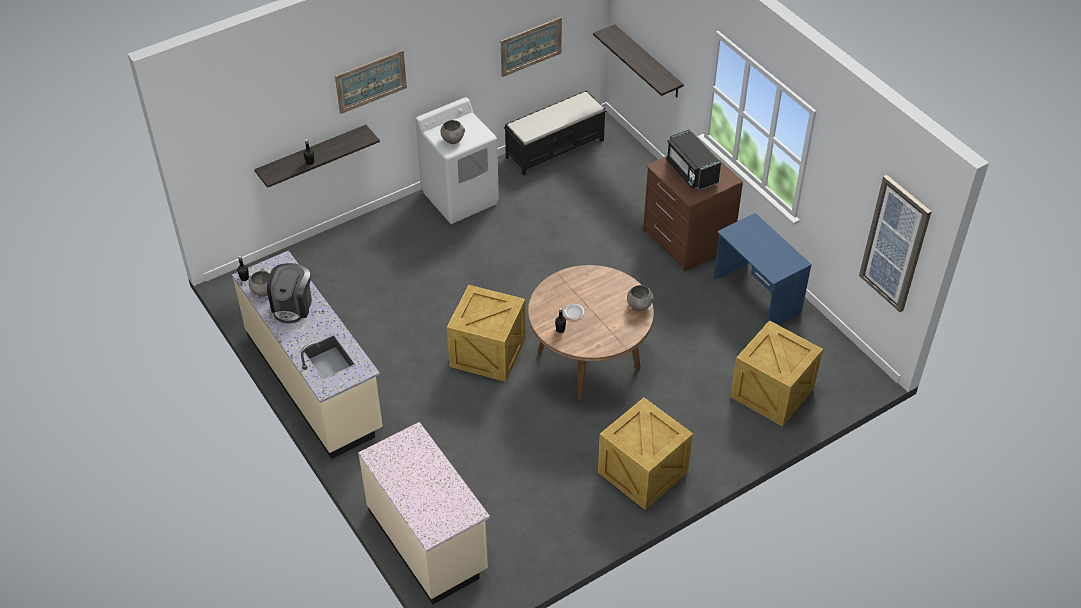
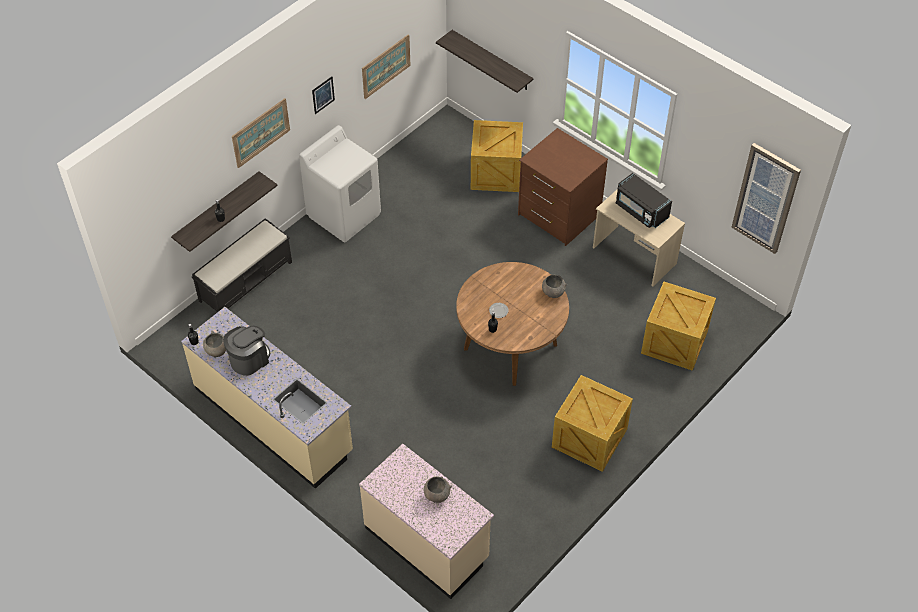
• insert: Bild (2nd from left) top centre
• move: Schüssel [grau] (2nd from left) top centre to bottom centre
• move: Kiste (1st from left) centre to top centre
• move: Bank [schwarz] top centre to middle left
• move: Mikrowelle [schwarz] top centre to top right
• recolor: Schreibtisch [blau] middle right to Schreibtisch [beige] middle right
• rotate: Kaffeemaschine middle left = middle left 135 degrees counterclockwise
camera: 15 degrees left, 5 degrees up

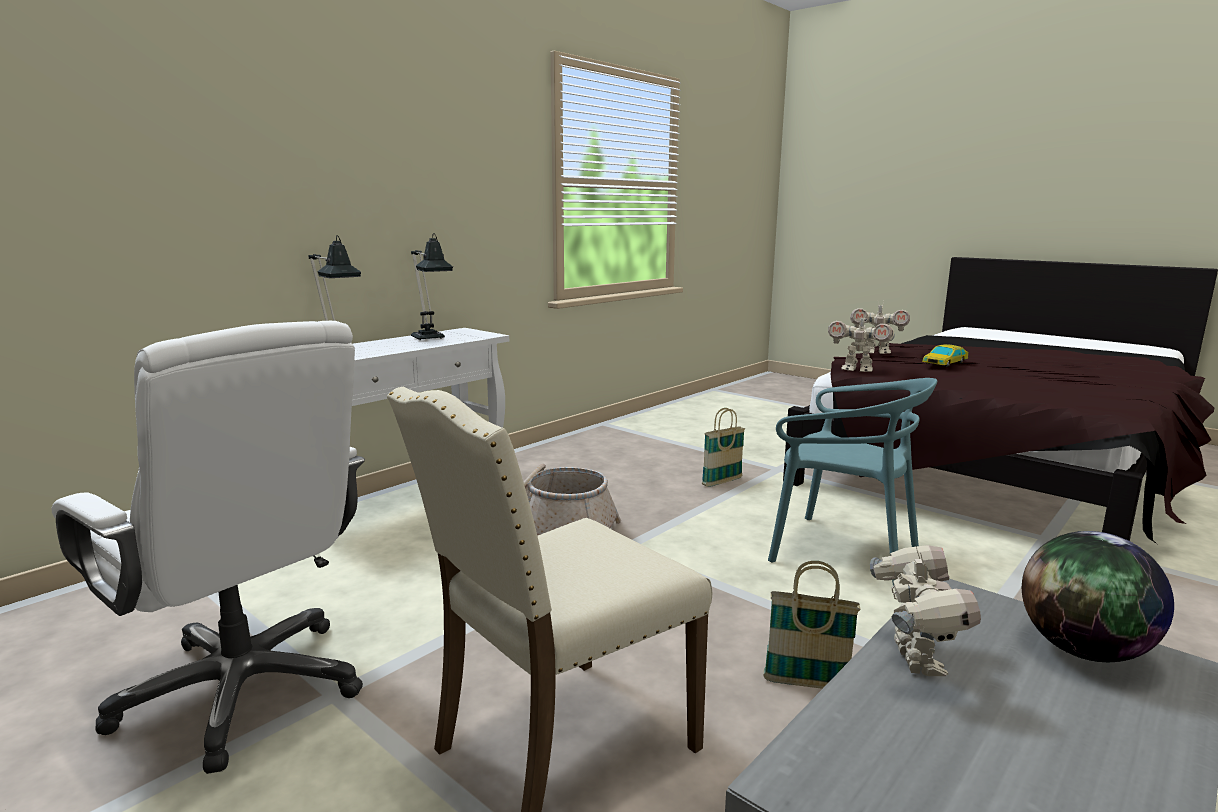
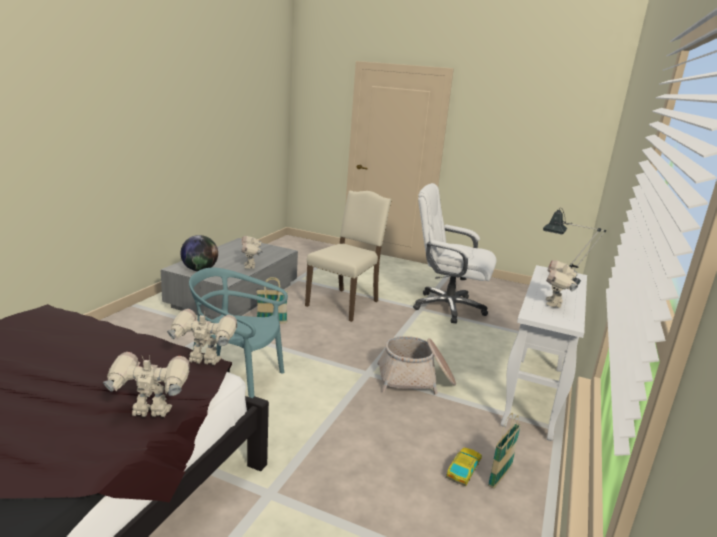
• move: Korb (2nd from left in the first image) centre to Korb (3rd from left) bottom right
• move: Spielzeugauto middle right to bottom centre
• replace: Tischlampe (2nd from left) centre to Spielzeugroboter (4th from left) middle right
camera: 160 degrees right, 5 degrees up

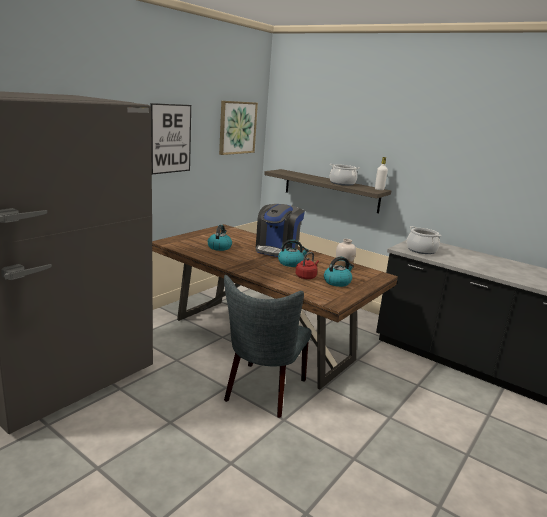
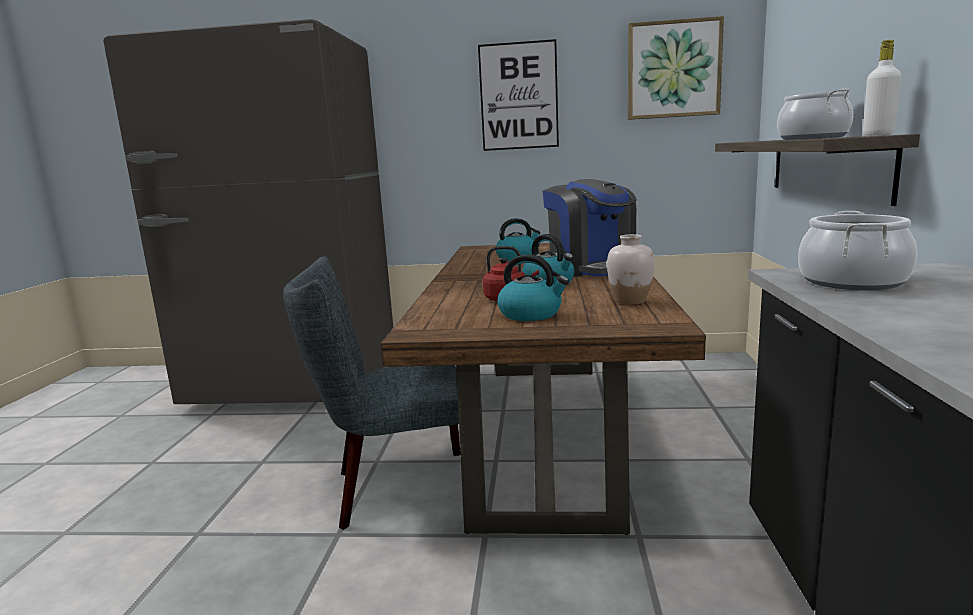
• rotate: Kaffeemaschine centre = centre 105 degrees counterclockwise
camera: 60 degrees right, 5 degrees down

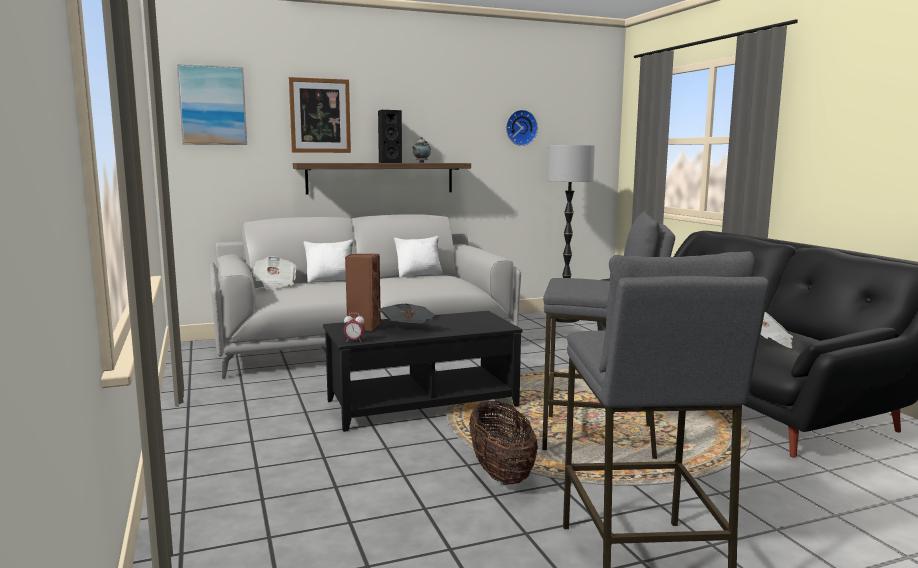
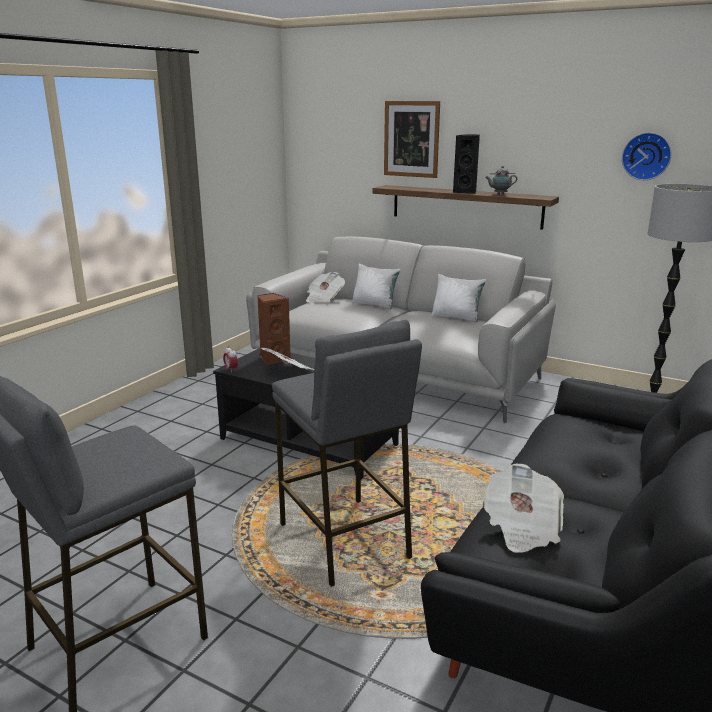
• delete: Bild (1st from left) top left
• delete: Korb bottom centre
camera: 50 degrees right, 10 degrees up

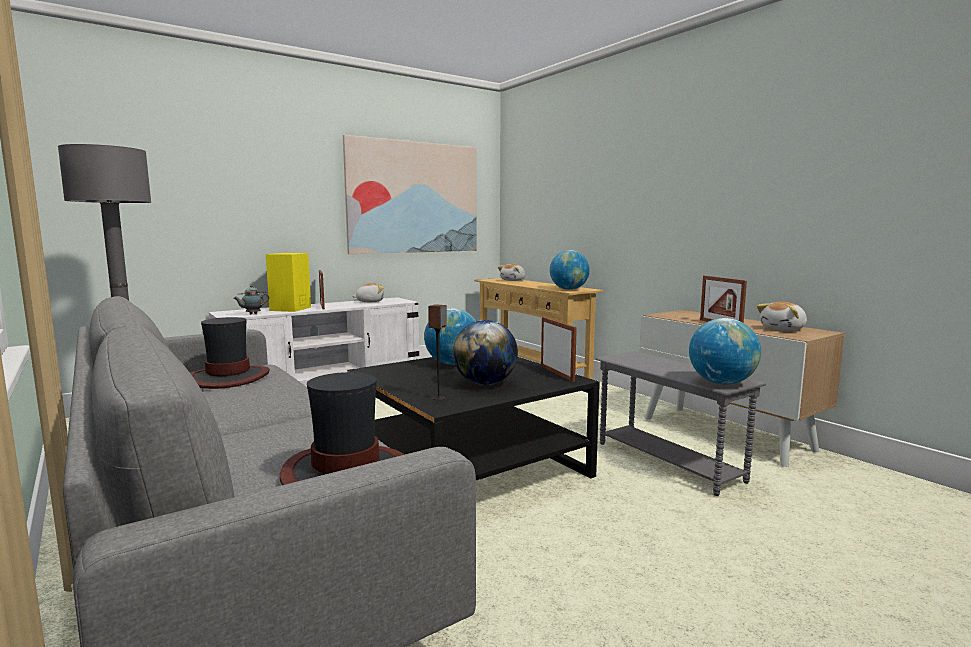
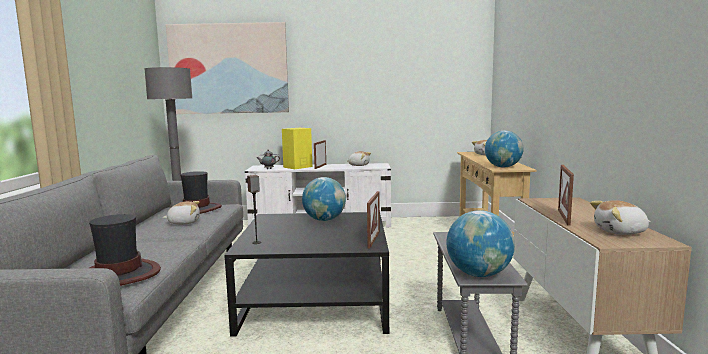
• delete: Globus (2nd from left) centre
• insert: Plüschtier (1st from left) middle left
• move: Bild top centre to top left
camera: 35 degrees right, 0 degrees up

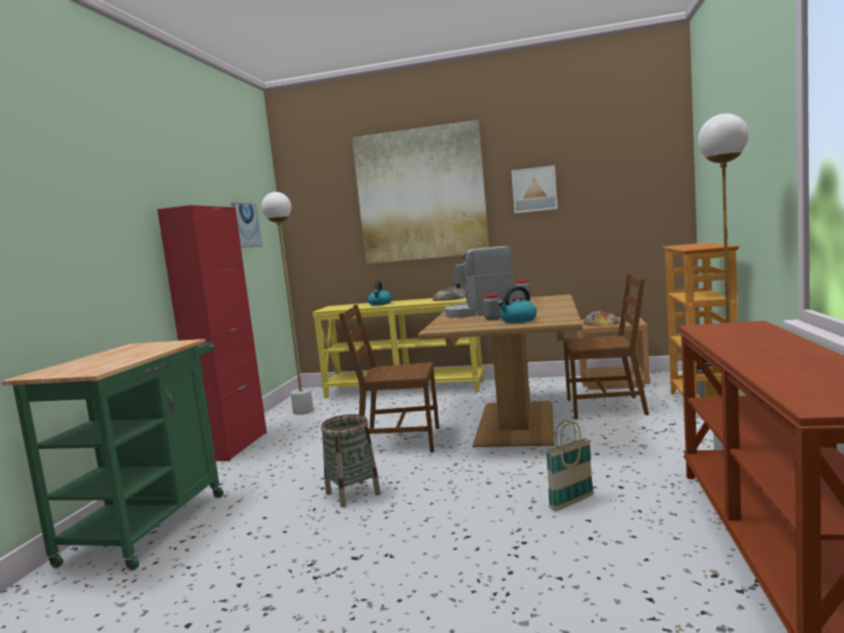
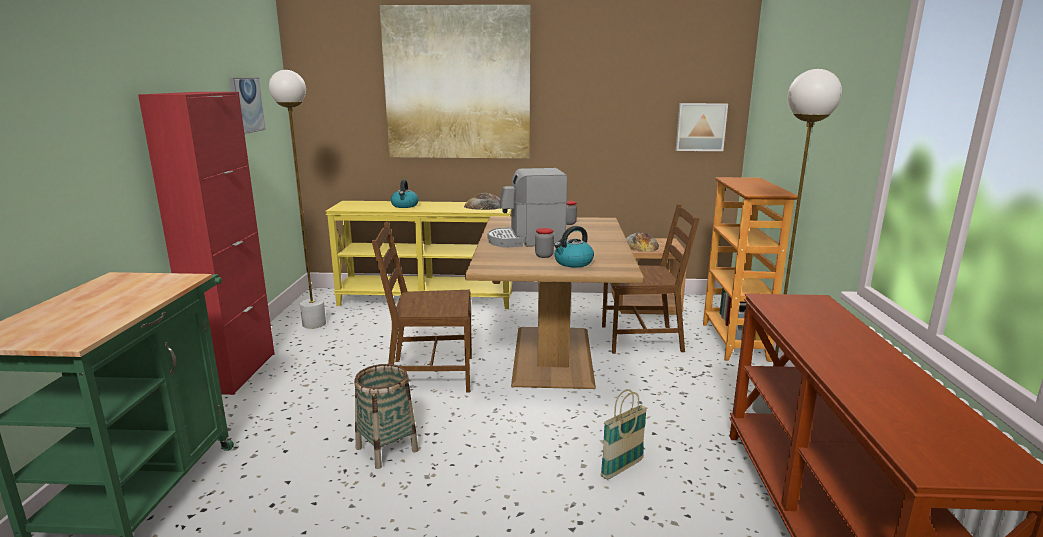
• move: Bild (3rd from left) top centre to top right
camera: 10 degrees left, 10 degrees up

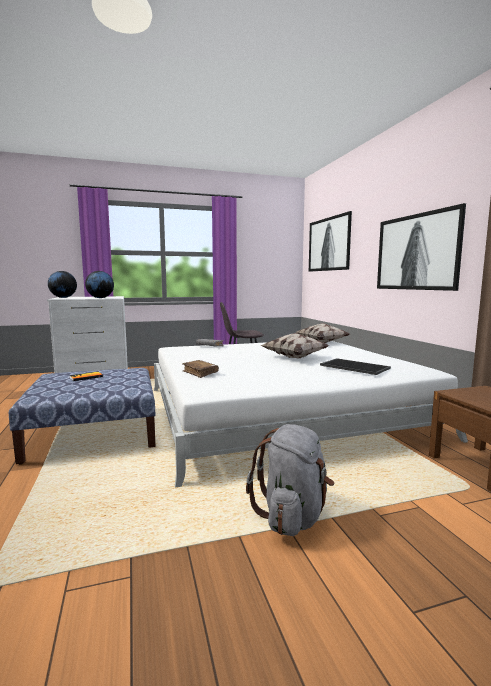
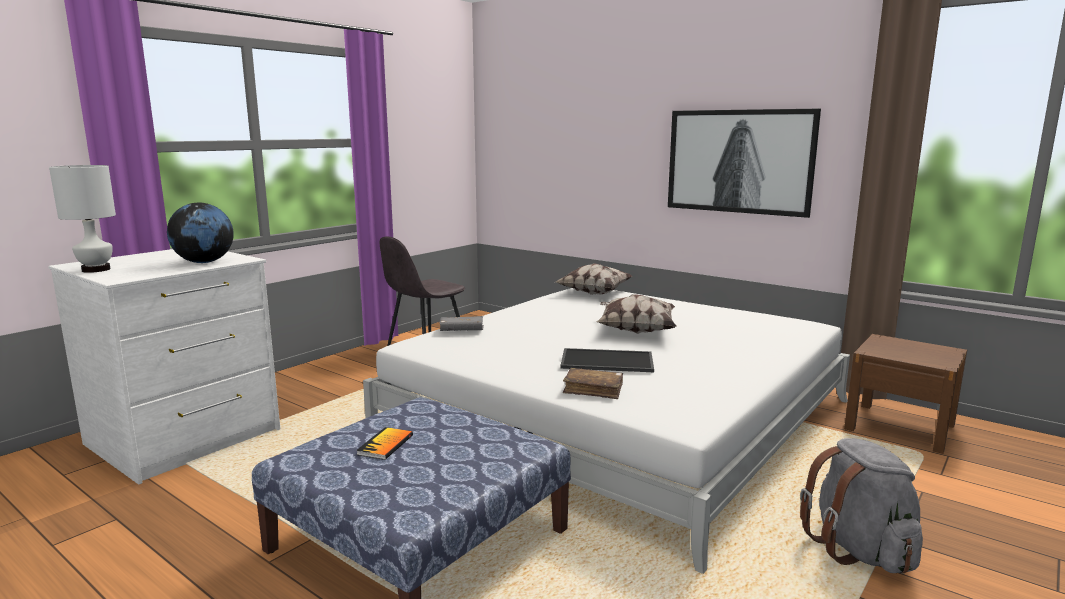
• delete: Bild (1st from left) middle right
• move: Tablett middle right to centre
• replace: Globus (1st from left) middle left to Tischlampe [weiß] middle left
camera: 35 degrees left, 5 degrees up

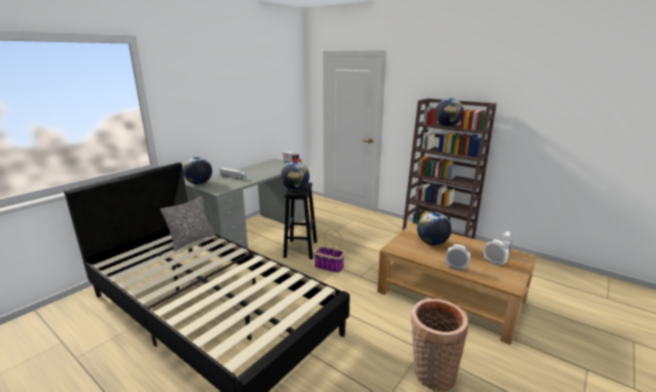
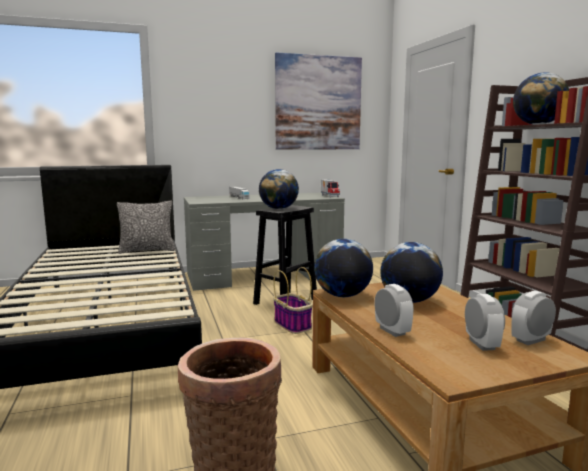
• insert: Bild top centre
• move: Globus (1st from left in the first image) middle left to Globus (2nd from left) centre
camera: 35 degrees right, 10 degrees down

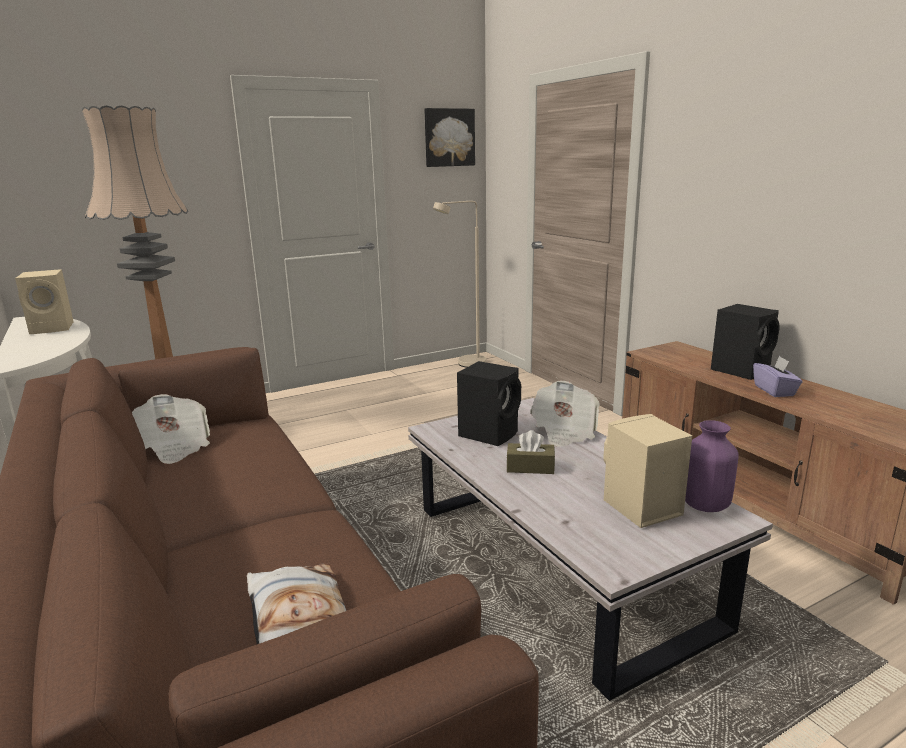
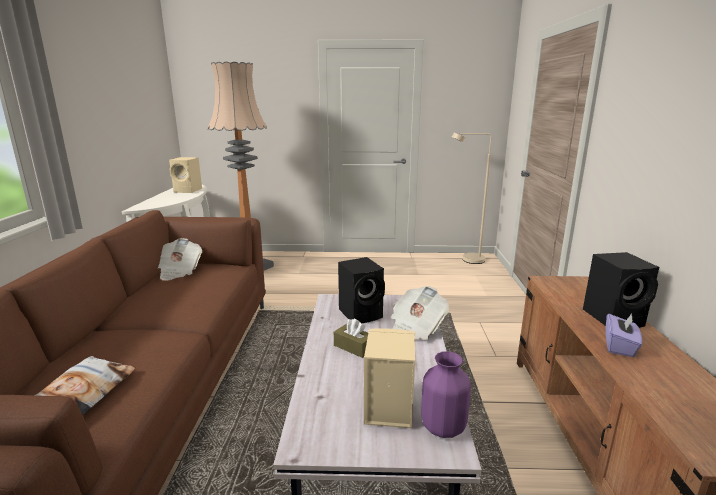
• delete: Bild top centre
camera: 30 degrees right, 0 degrees up

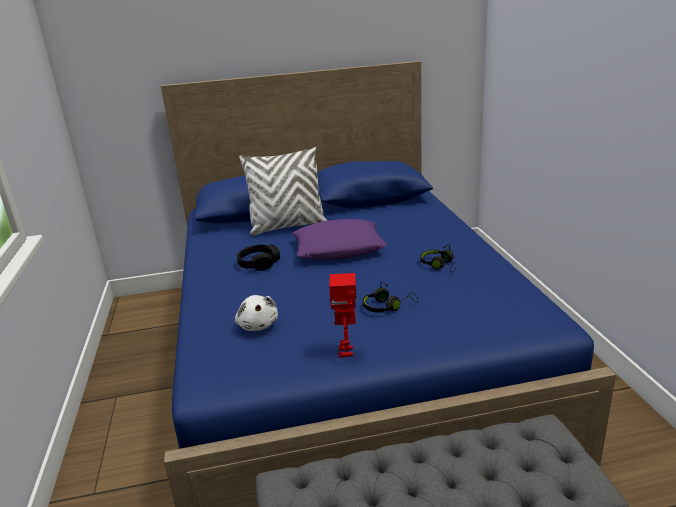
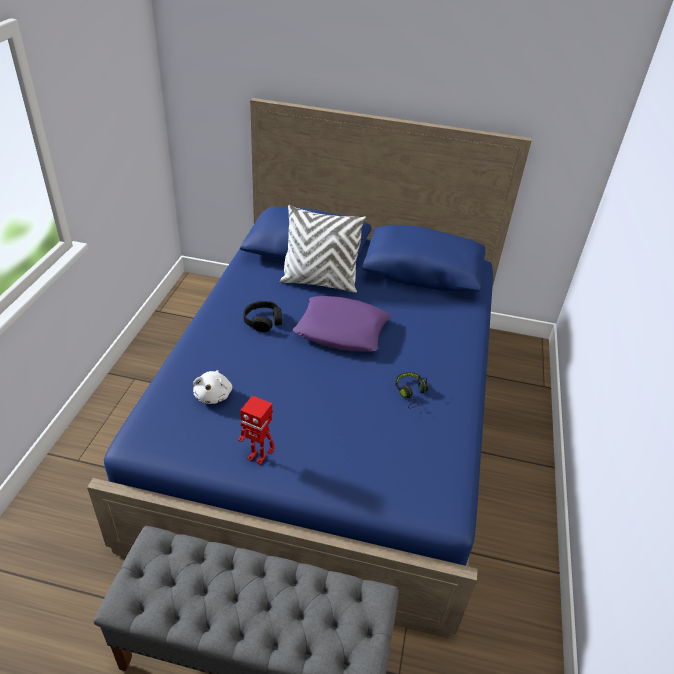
• delete: Kopfhörer [schwarz] (2nd from left) centre
• rotate: Spielzeugroboter centre = centre 90 degrees counterclockwise
camera: 20 degrees right, 15 degrees up

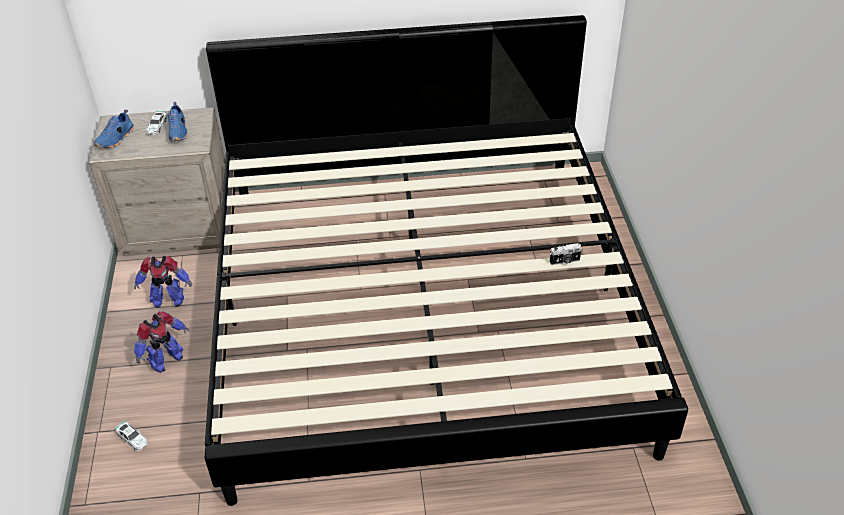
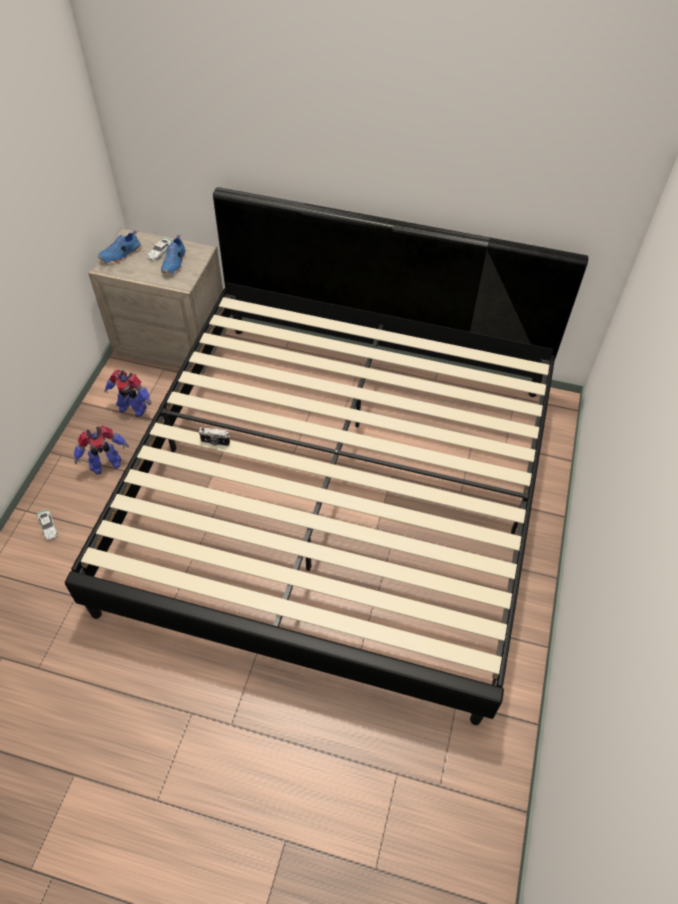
• move: Kamera middle right to middle left
camera: 20 degrees right, 10 degrees up

